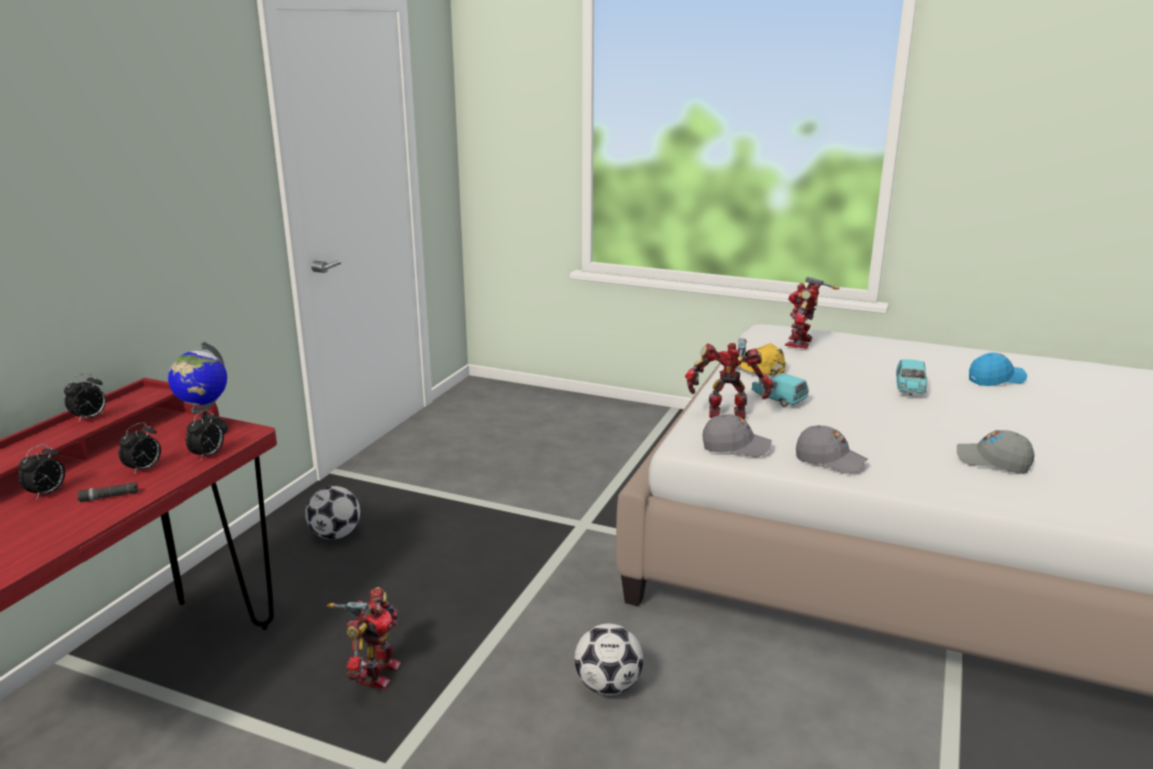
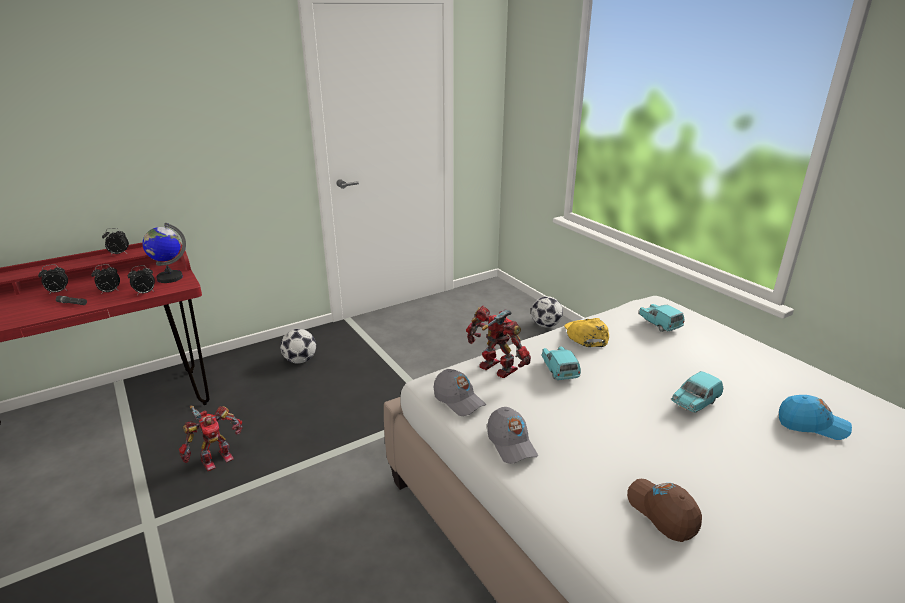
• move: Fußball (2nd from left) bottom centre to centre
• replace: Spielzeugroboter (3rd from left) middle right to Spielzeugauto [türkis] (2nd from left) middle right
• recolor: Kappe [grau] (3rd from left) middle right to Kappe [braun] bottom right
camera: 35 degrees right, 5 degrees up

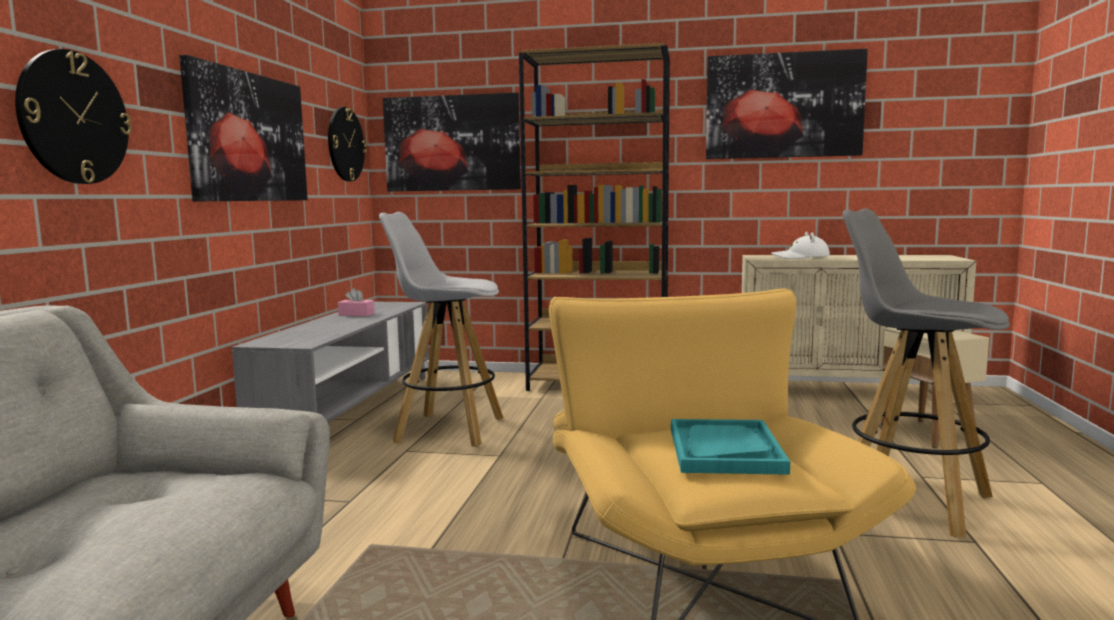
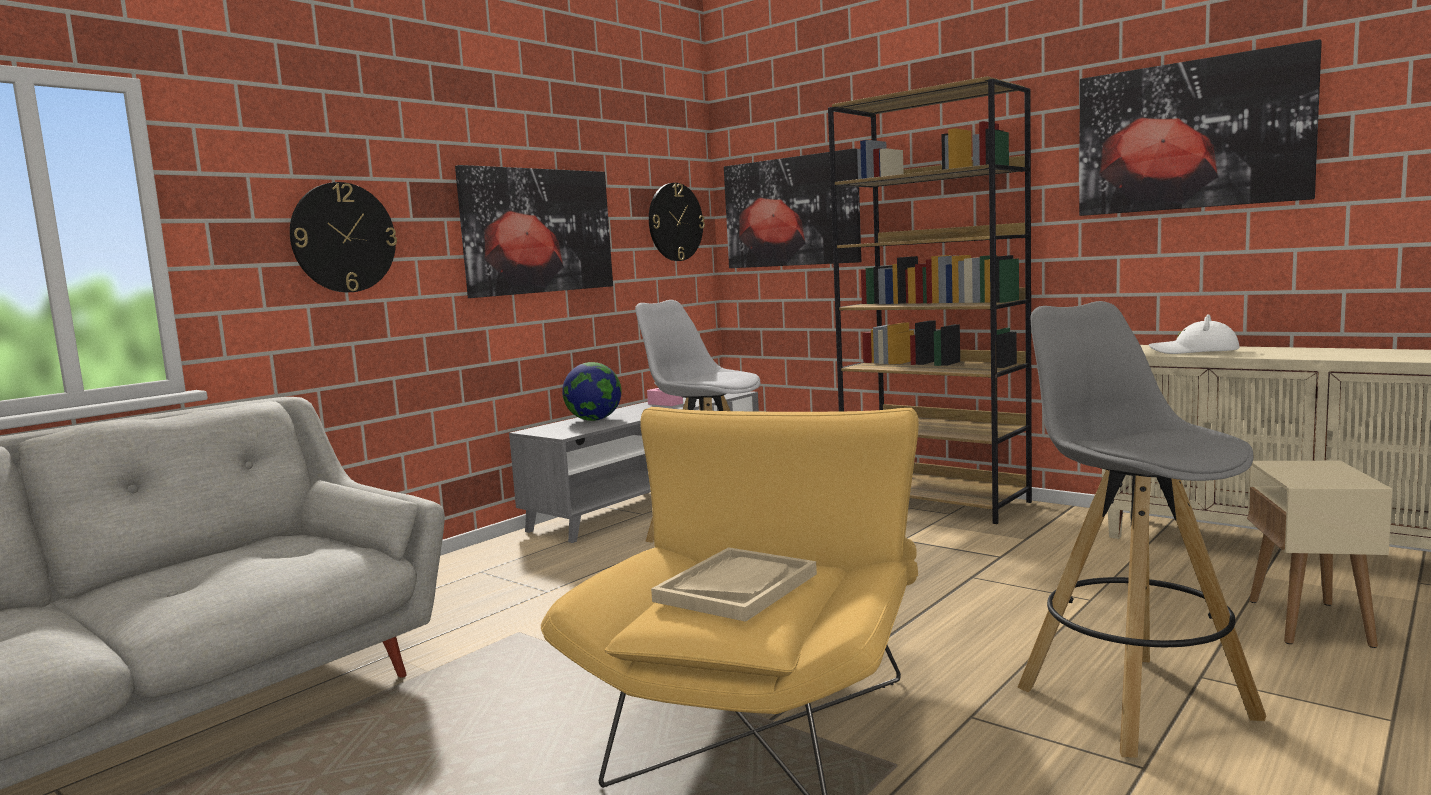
• insert: Globus centre
• recolor: Tablett [türkis] bottom centre to Tablett [beige] bottom centre
camera: 30 degrees right, 0 degrees up

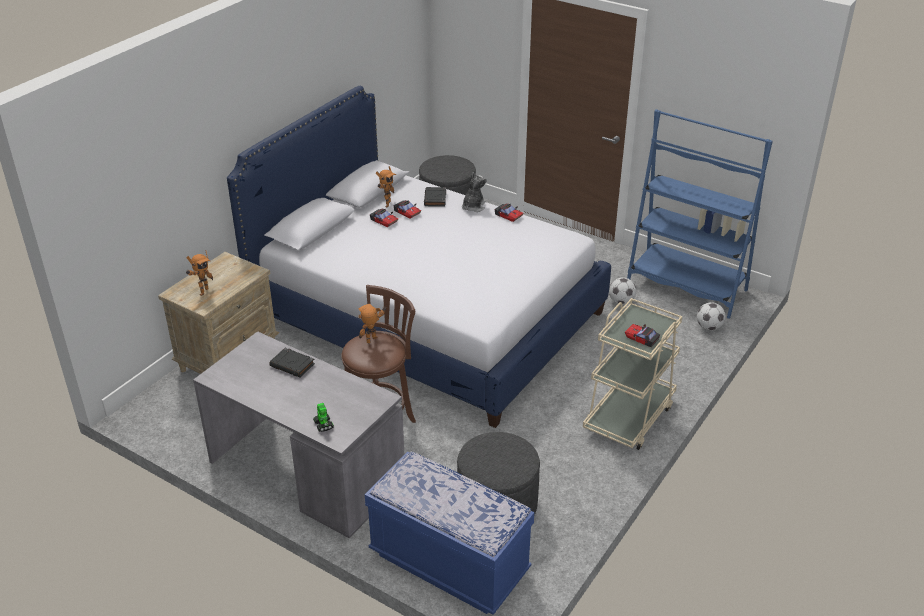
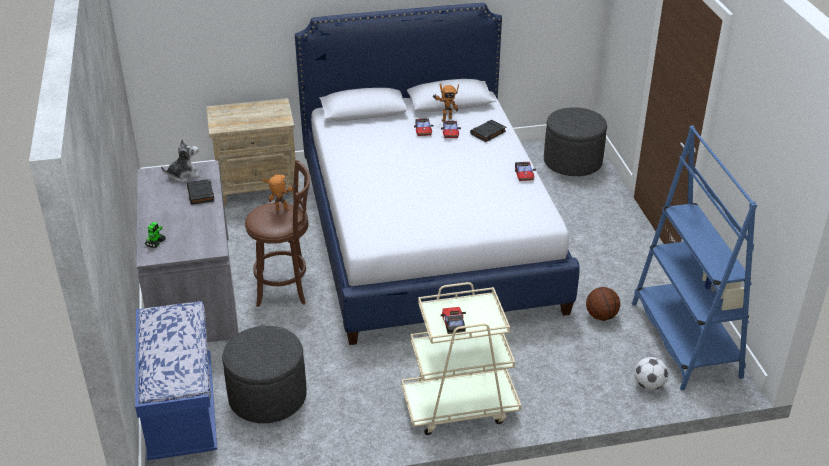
• delete: Spielzeugroboter (1st from left) middle left
• move: Plüschtier top centre to middle left
• replace: Fußball (1st from left) middle right to Basketball middle right
camera: 45 degrees right, 0 degrees up

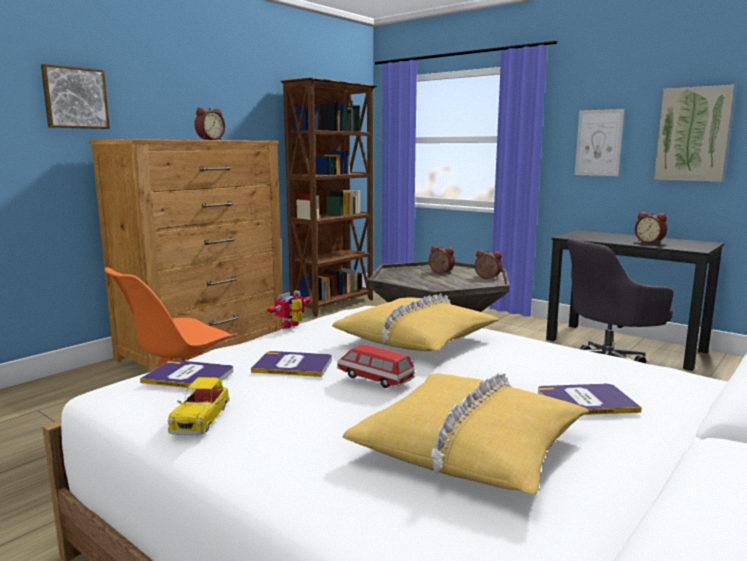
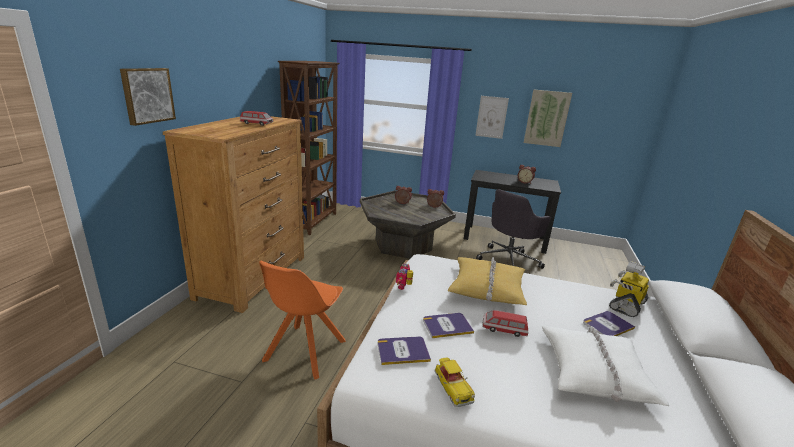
• insert: Spielzeugroboter (2nd from left) middle right
• replace: Wecker (1st from left) top left to Spielzeugauto (1st from left) top left
• recolor: Kissen [gelb] (2nd from left) bottom centre to Kissen [weiß] bottom right
camera: 25 degrees left, 10 degrees up

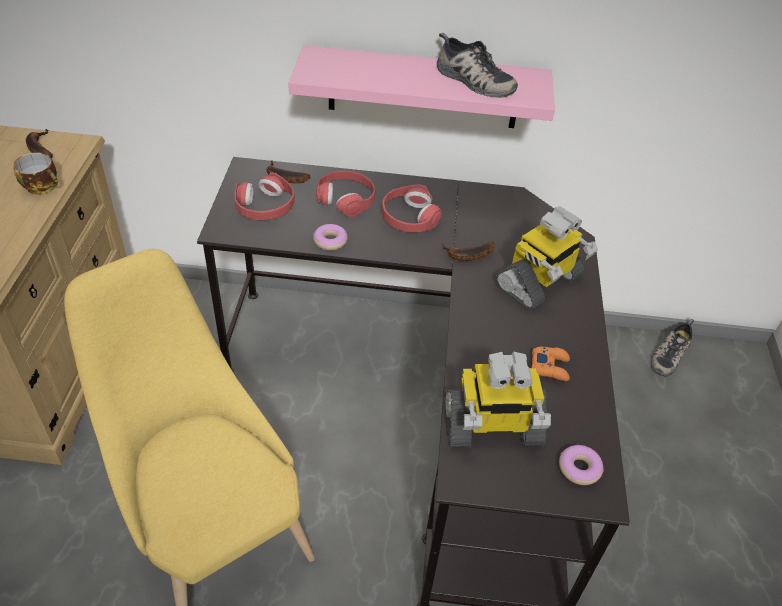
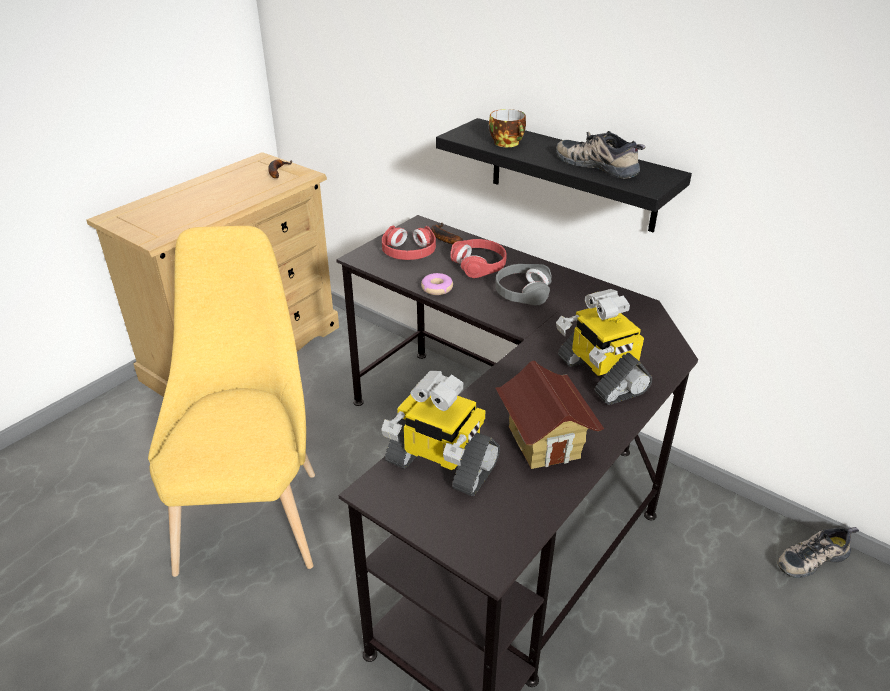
• delete: Banane (3rd from left) centre
• delete: Donut (2nd from left) bottom right
• move: Tasse top left to top centre
• replace: Gamepad [orange] middle right to Spielzeughaus centre
• recolor: Wandregal [rosa] top centre to Wandregal [schwarz] top centre
• recolor: Kopfhörer [rot] (3rd from left) centre to Kopfhörer [grau] centre
• rotate: Schuh (1st from left) top centre = top right 150 degrees clockwise
• rotate: Spielzeugroboter (2nd from left) middle right = middle right 75 degrees clockwise
camera: 35 degrees right, 10 degrees down

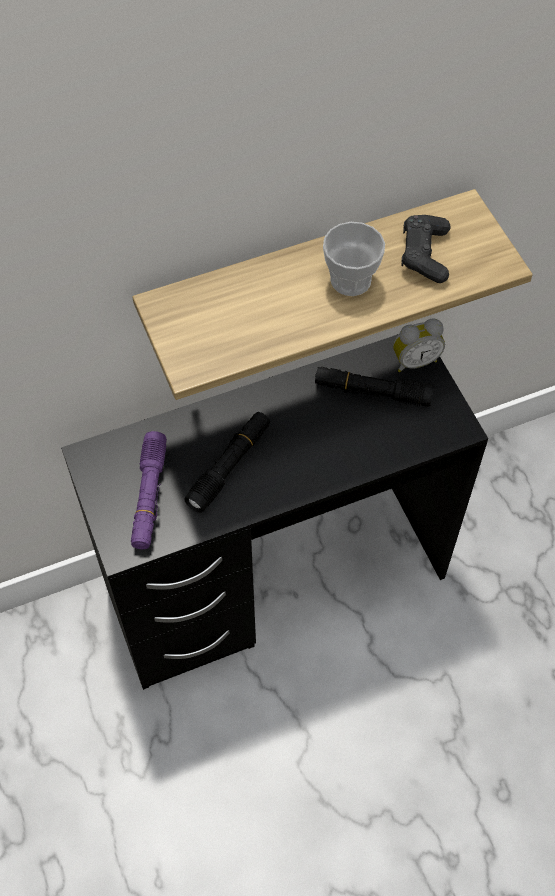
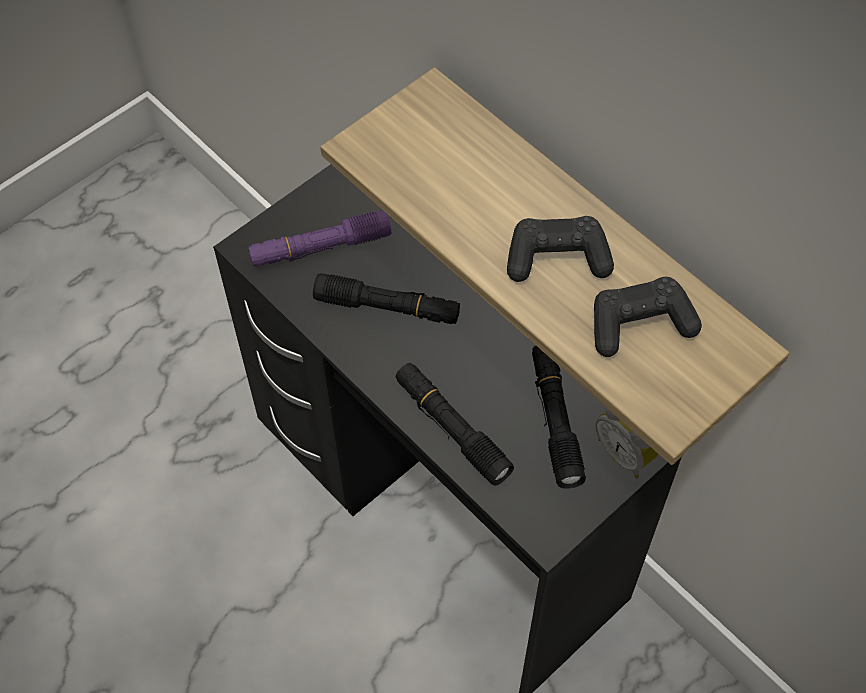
• insert: Taschenlampe [schwarz] (2nd from left) centre
• replace: Tasse top centre to Gamepad [schwarz] (1st from left) centre
camera: 70 degrees right, 0 degrees up

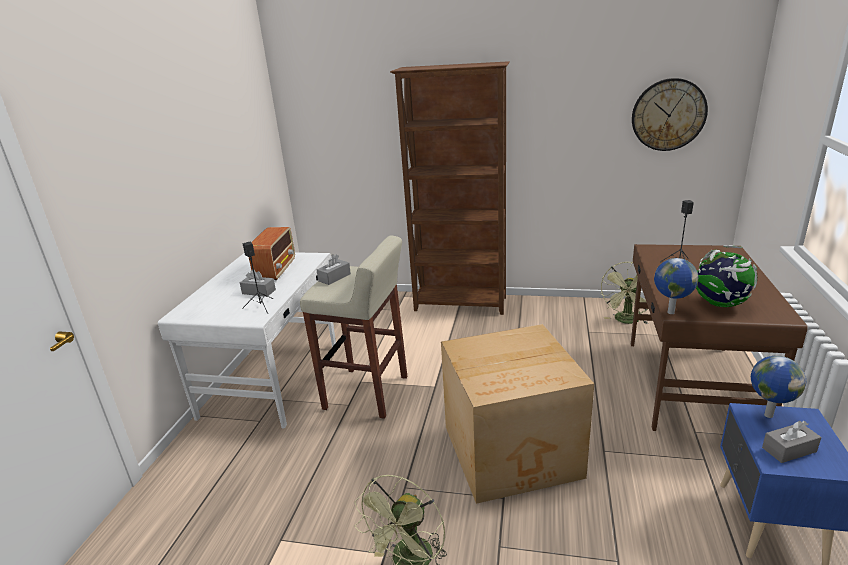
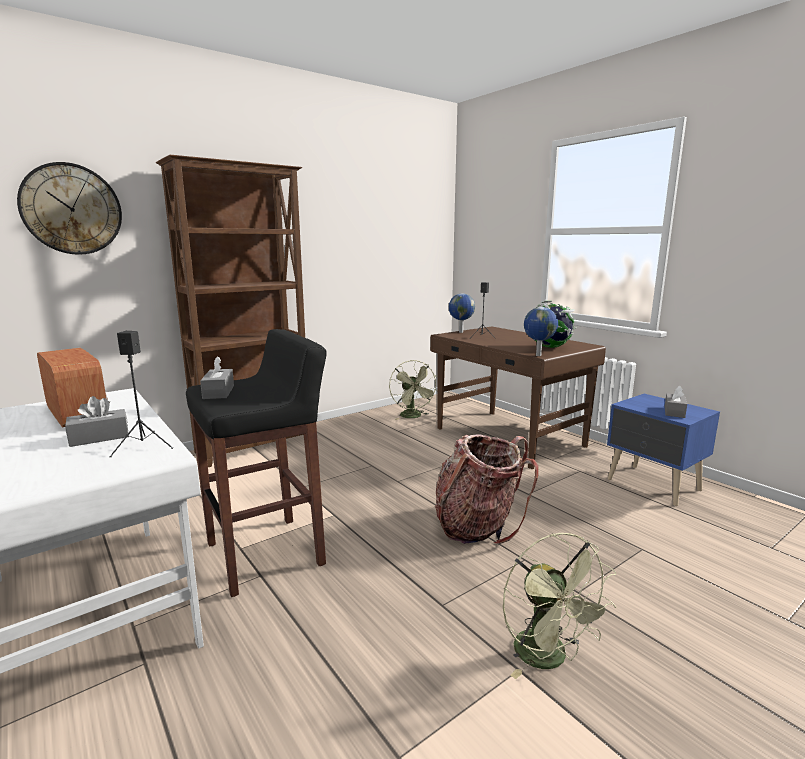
• move: Wanduhr top right to top left
• move: Globus (3rd from left in the first image) bottom right to Globus (1st from left) centre
• replace: Karton bottom centre to Rucksack centre
• recolor: Hocker [beige] centre to Hocker [schwarz] middle left
camera: 50 degrees left, 10 degrees down

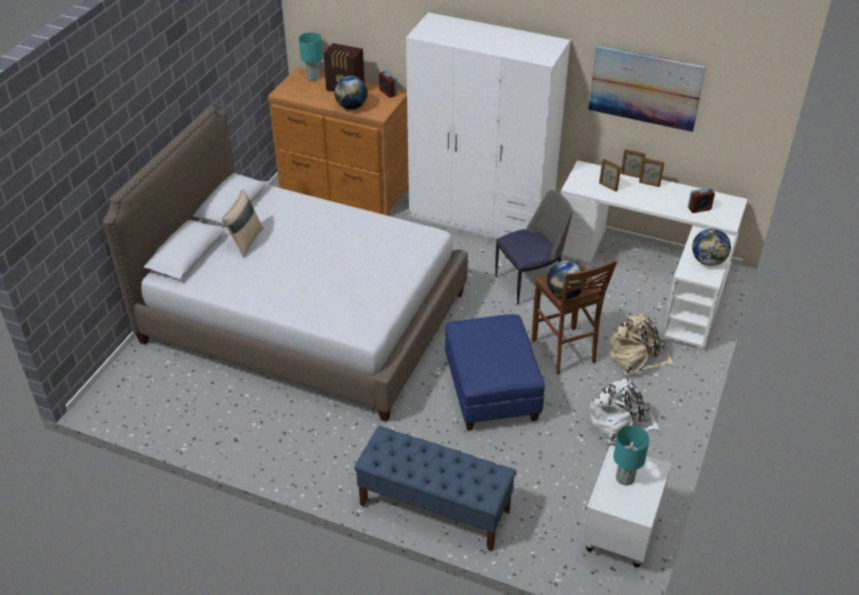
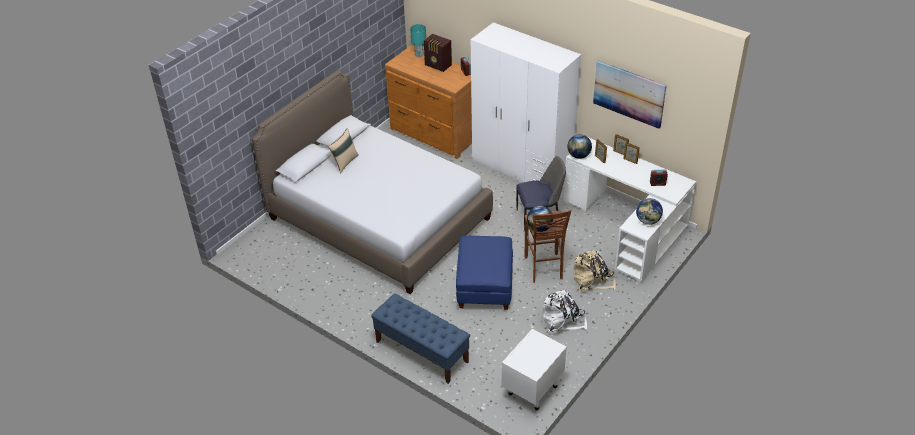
• delete: Tischlampe [türkis] (2nd from left) bottom right
• move: Globus (1st from left in the first image) top centre to Globus (2nd from left) centre
camera: 15 degrees right, 0 degrees up

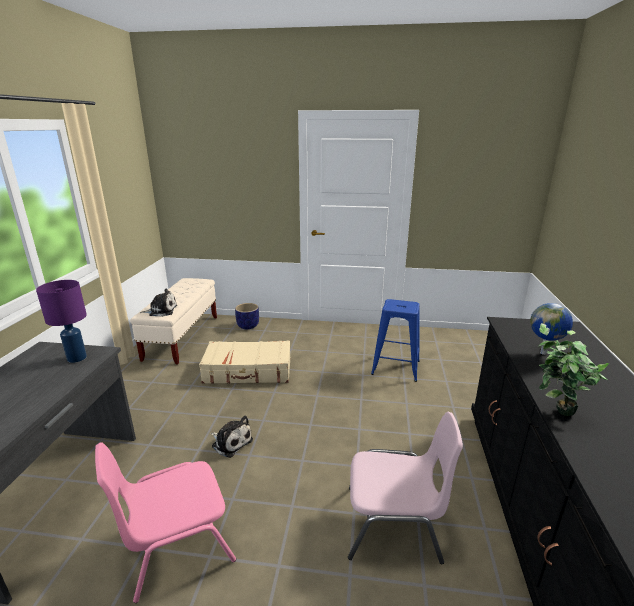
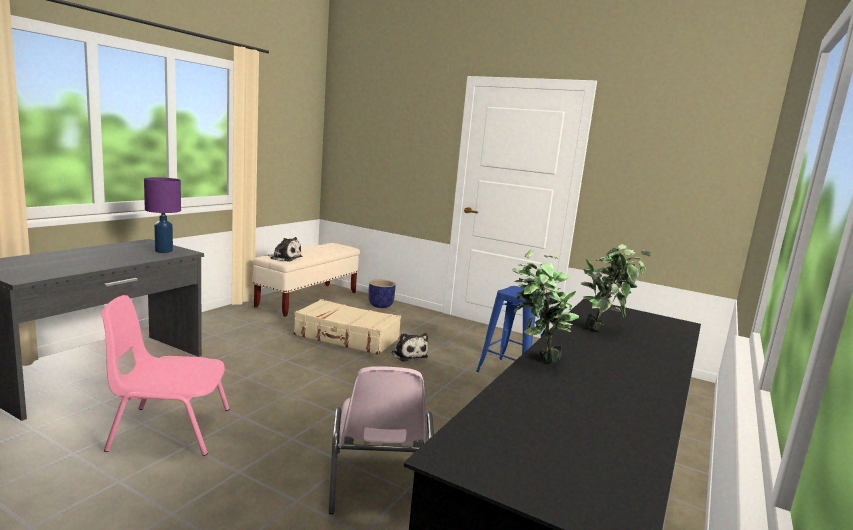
• move: Plüschtier (2nd from left) bottom centre to centre
• replace: Globus middle right to Topfpflanze (2nd from left) middle right
• rotate: Stuhl [rosa] (2nd from left) bottom centre = bottom centre 60 degrees clockwise
camera: 20 degrees right, 10 degrees down

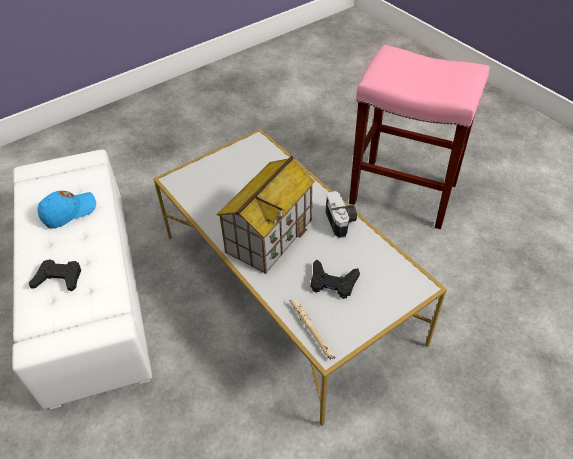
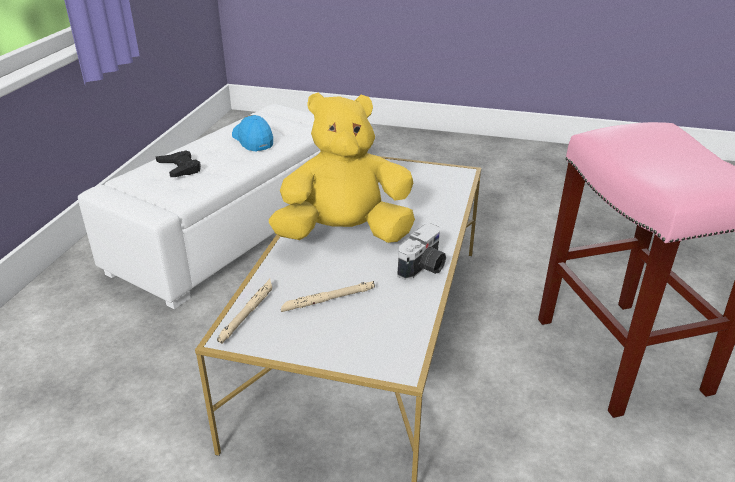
• replace: Spielzeughaus centre to Plüschtier [gelb] centre
• replace: Gamepad [schwarz] (2nd from left) centre to Taschenlampe [beige] (2nd from left) centre
• rotate: Kappe [blau] middle left = top centre 135 degrees counterclockwise
camera: 50 degrees right, 15 degrees down

